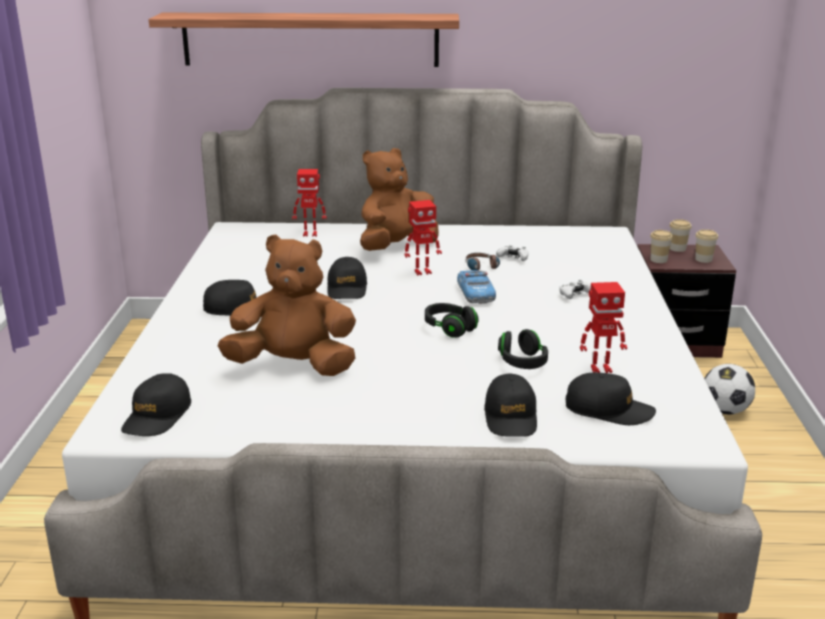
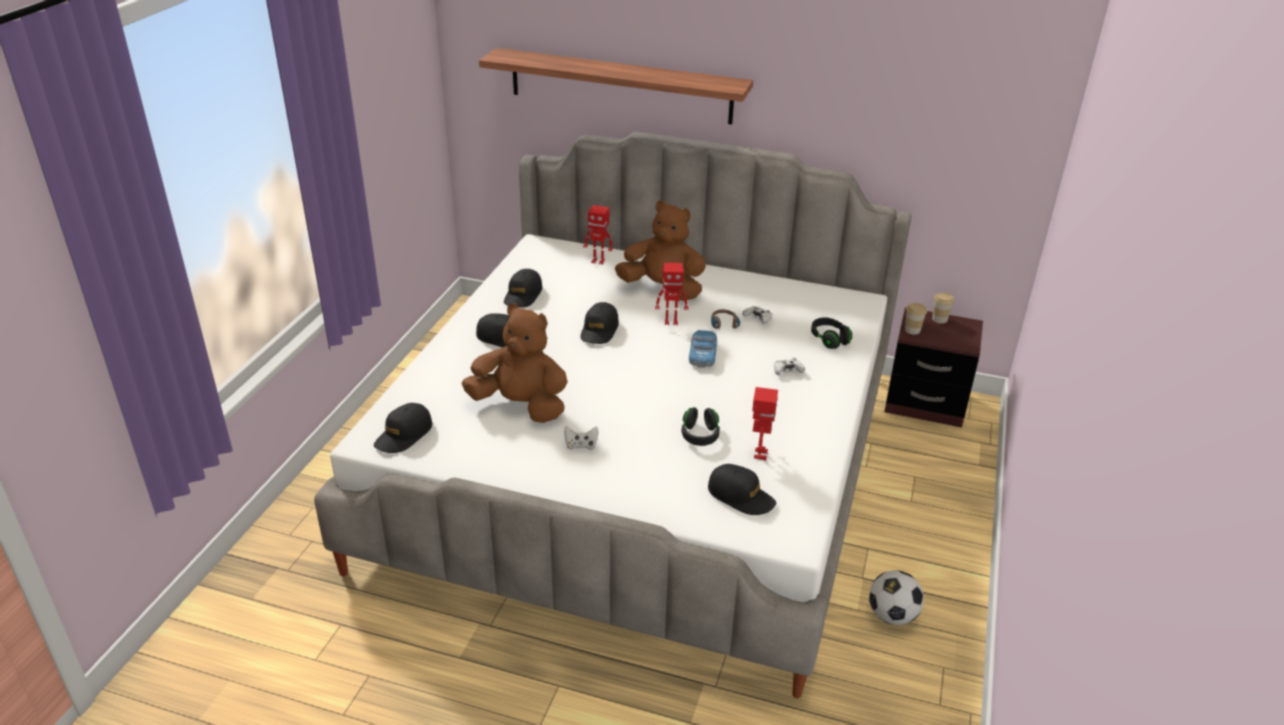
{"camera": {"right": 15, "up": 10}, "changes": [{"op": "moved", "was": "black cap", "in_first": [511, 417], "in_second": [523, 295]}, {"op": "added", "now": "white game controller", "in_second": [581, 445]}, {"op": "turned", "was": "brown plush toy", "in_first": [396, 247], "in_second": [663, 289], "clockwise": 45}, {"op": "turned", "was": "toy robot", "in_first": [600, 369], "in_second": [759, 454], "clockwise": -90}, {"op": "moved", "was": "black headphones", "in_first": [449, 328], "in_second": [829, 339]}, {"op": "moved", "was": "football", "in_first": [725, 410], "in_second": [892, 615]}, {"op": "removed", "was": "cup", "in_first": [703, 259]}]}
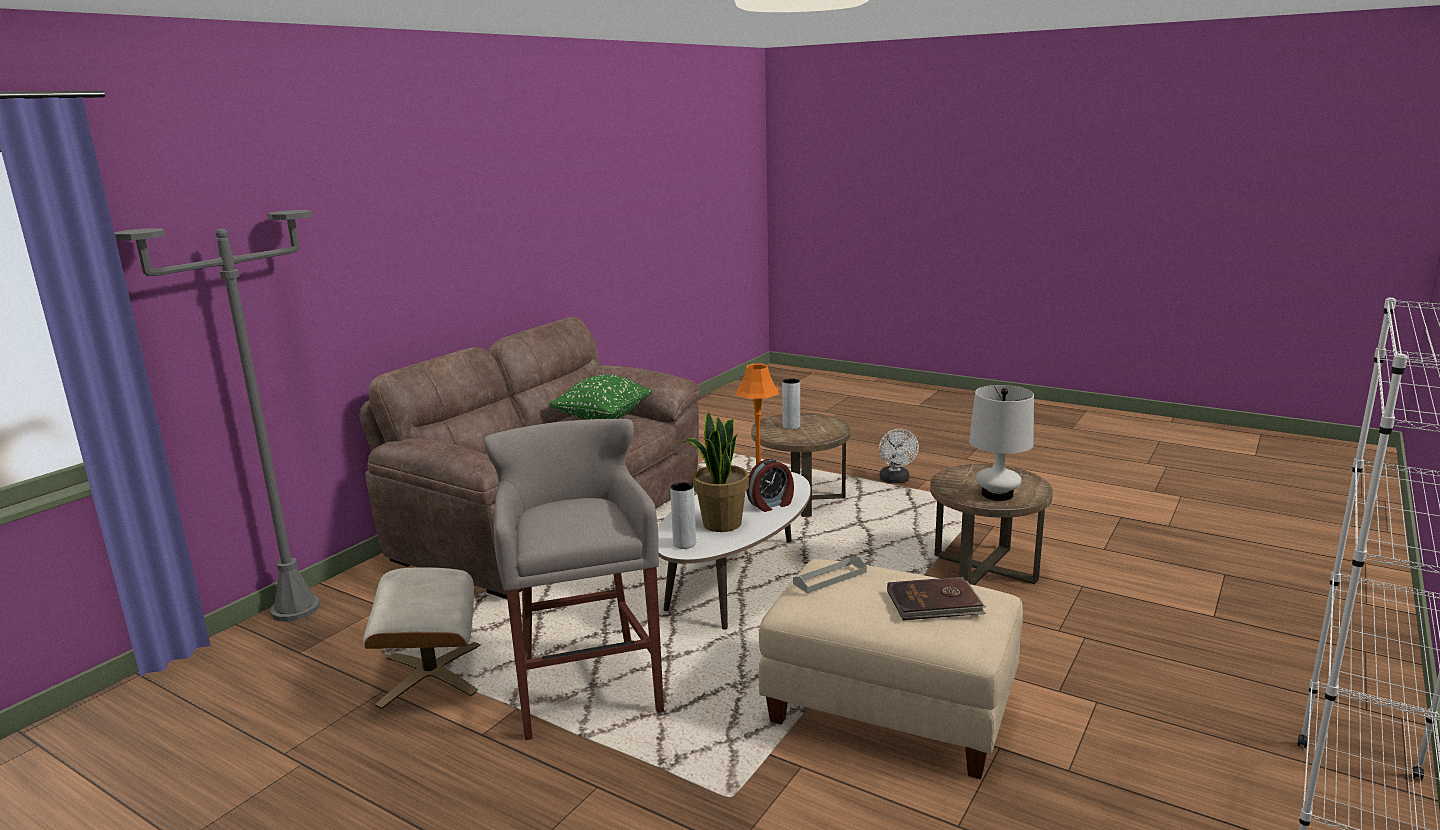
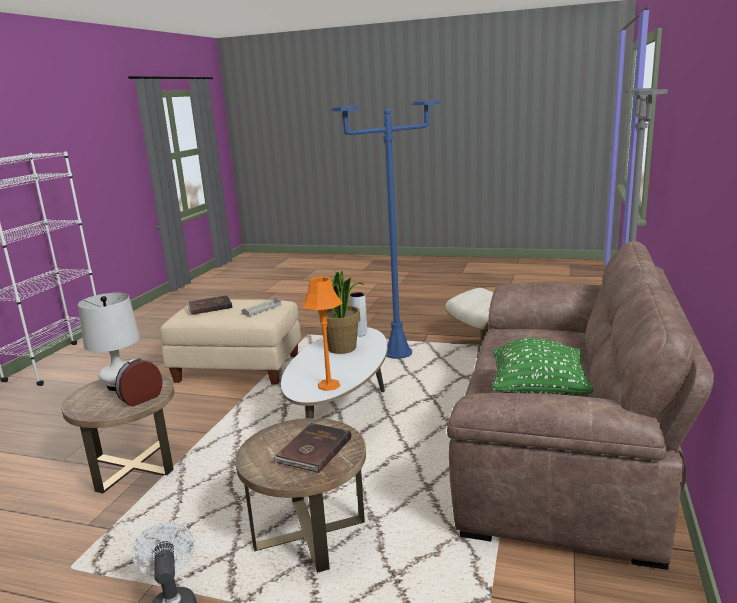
{"camera": {"right": 165, "up": 0}, "changes": [{"op": "moved", "was": "alarm clock", "in_first": [771, 505], "in_second": [141, 398]}, {"op": "replaced", "was": "grey vase", "now": "brown book", "in_first": [791, 426], "in_second": [313, 450]}, {"op": "replaced", "was": "grey stool", "now": "blue floor lamp", "in_first": [586, 686], "in_second": [398, 353]}]}
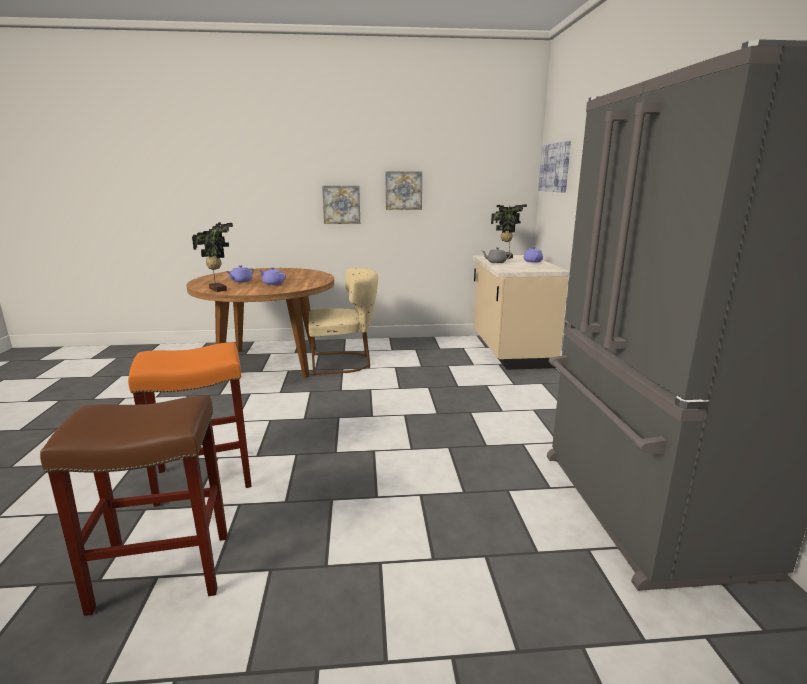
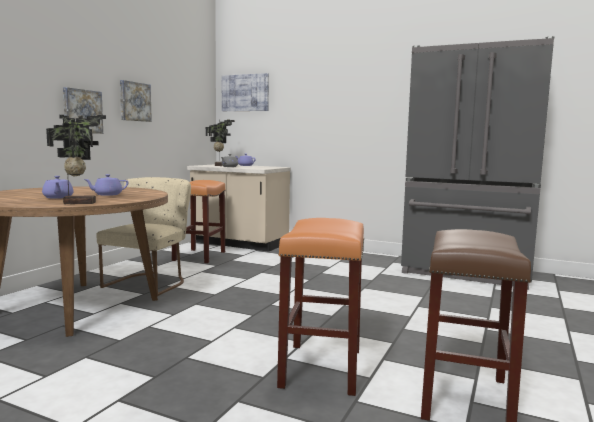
{"camera": {"right": -60, "up": -10}, "changes": [{"op": "added", "now": "orange stool", "in_second": [199, 256]}]}
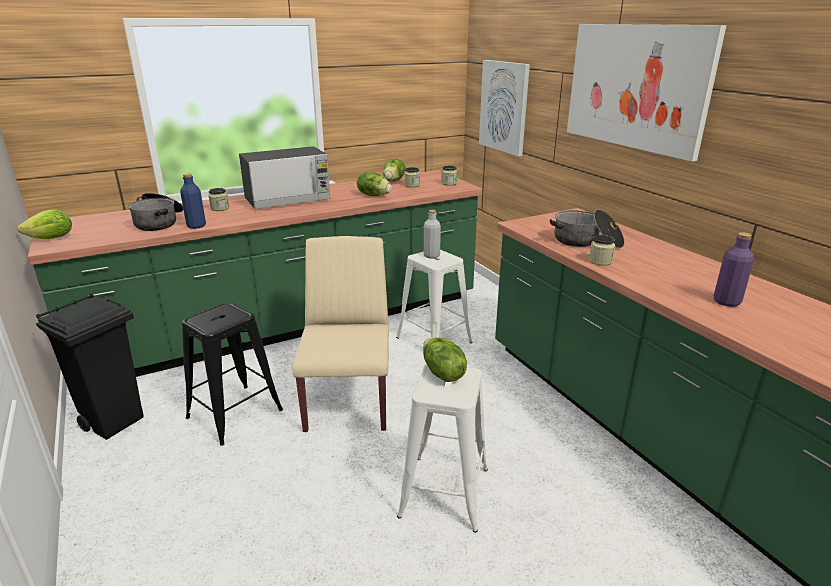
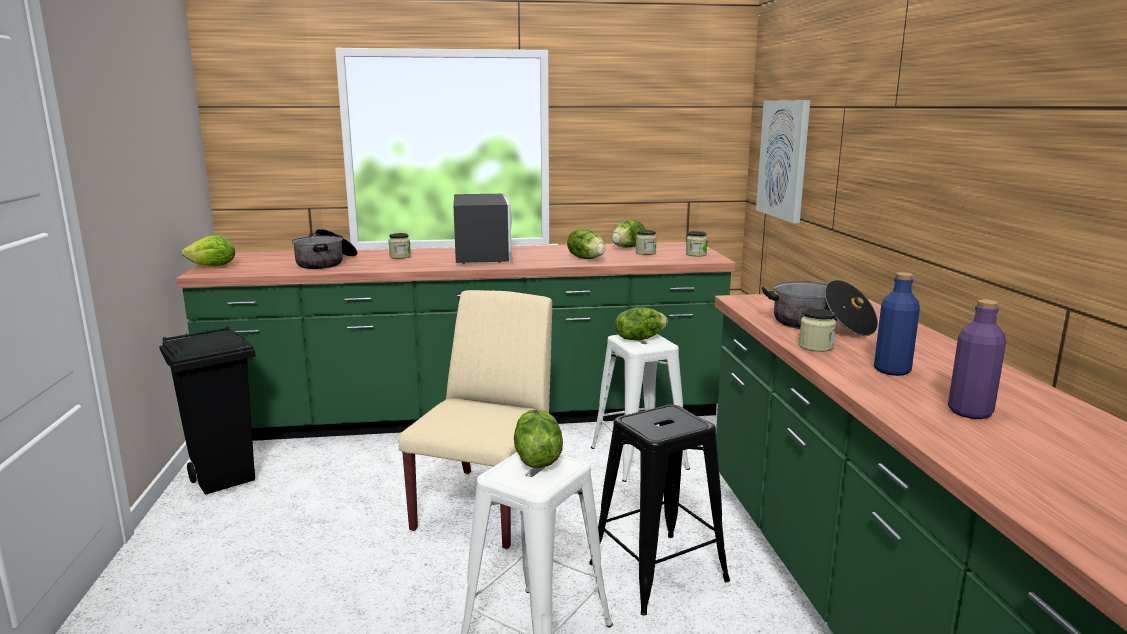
{"camera": {"right": 20, "up": -10}, "changes": [{"op": "turned", "was": "microwave", "in_first": [288, 199], "in_second": [482, 255], "clockwise": -90}, {"op": "moved", "was": "black stool", "in_first": [234, 414], "in_second": [657, 572]}, {"op": "replaced", "was": "grey bottle", "now": "lettuce", "in_first": [431, 255], "in_second": [639, 338]}, {"op": "moved", "was": "blue bottle", "in_first": [196, 226], "in_second": [892, 370]}, {"op": "removed", "was": "picture", "in_first": [636, 87]}]}
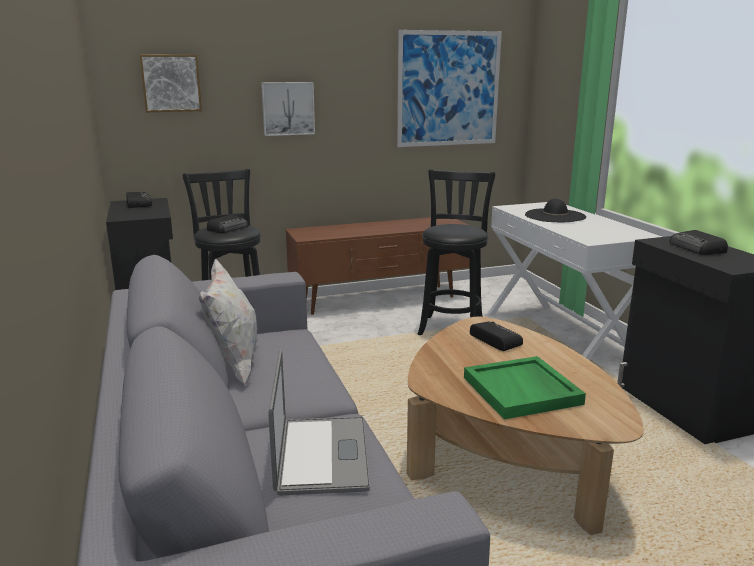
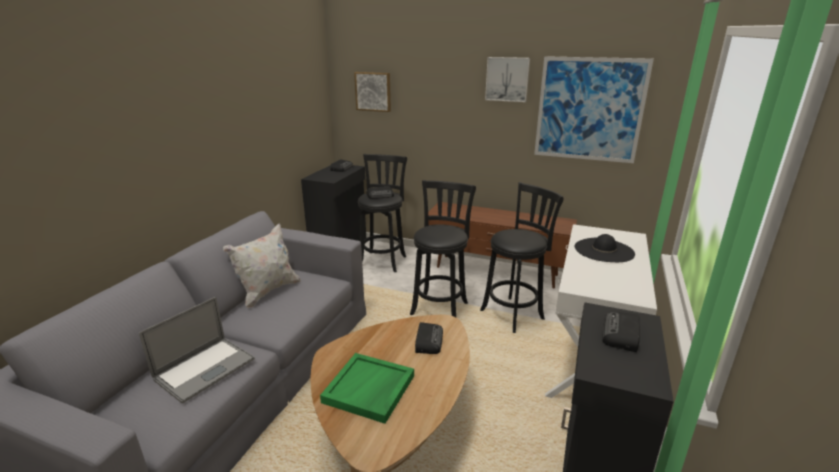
{"camera": {"right": 40, "up": 5}, "changes": [{"op": "added", "now": "black stool", "in_second": [440, 307]}, {"op": "moved", "was": "picture", "in_first": [288, 108], "in_second": [507, 79]}]}
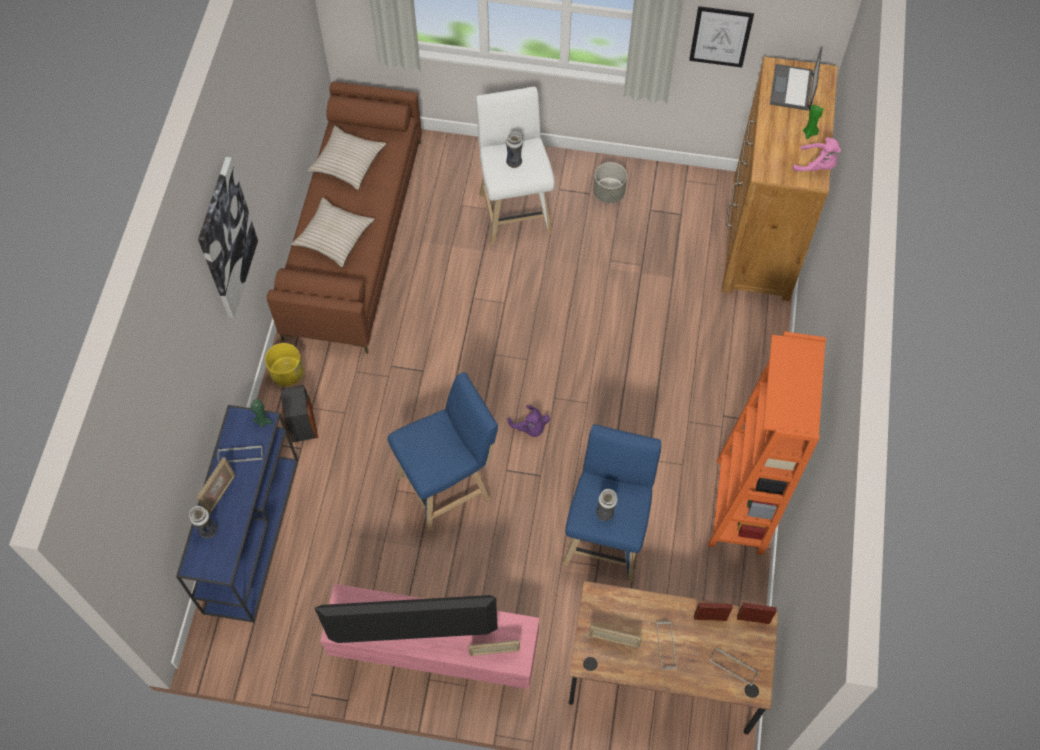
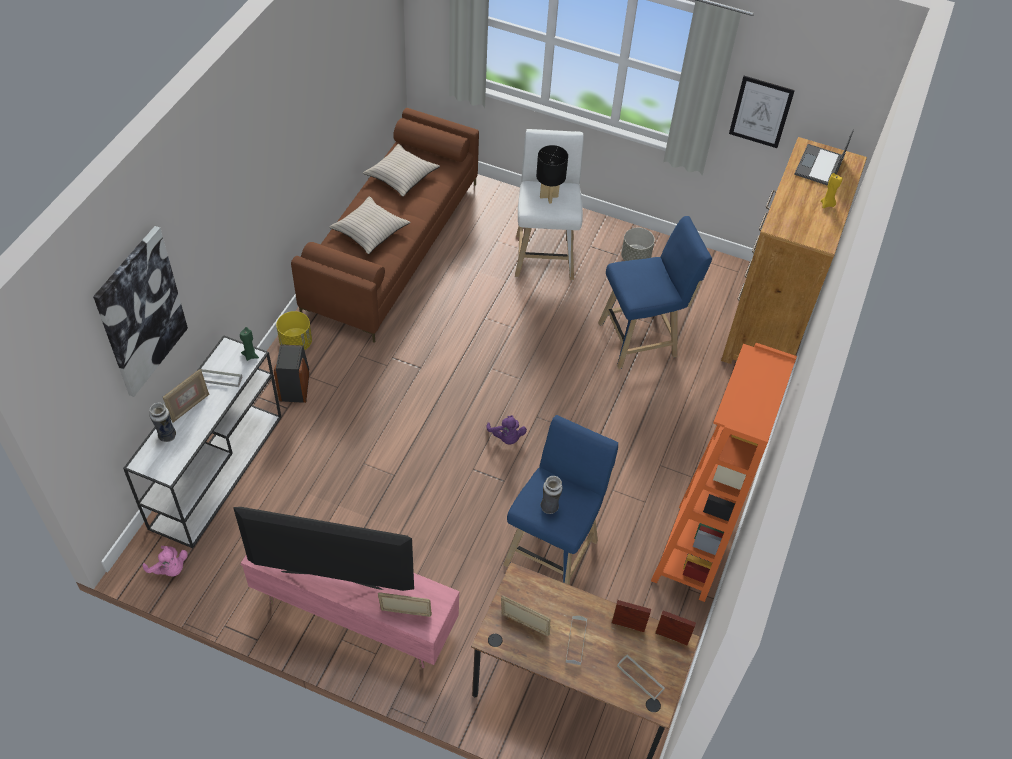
{"camera": {"right": 10, "up": -10}, "changes": [{"op": "moved", "was": "picture", "in_first": [226, 239], "in_second": [141, 312]}, {"op": "recoloured", "was": "blue console table", "now": "white console table", "in_first": [251, 533], "in_second": [217, 469]}, {"op": "moved", "was": "pink plush toy", "in_first": [817, 165], "in_second": [169, 569]}, {"op": "replaced", "was": "vase", "now": "black table lamp", "in_first": [514, 162], "in_second": [549, 197]}, {"op": "moved", "was": "blue stool", "in_first": [448, 485], "in_second": [642, 339]}, {"op": "recoloured", "was": "green candle", "now": "yellow candle", "in_first": [810, 133], "in_second": [827, 204]}]}
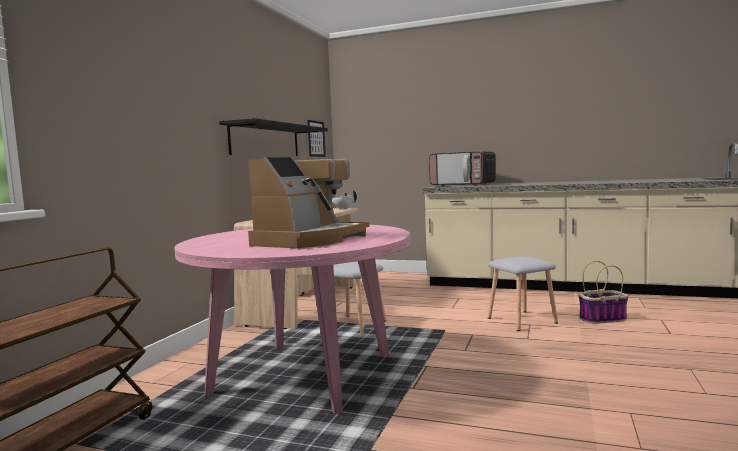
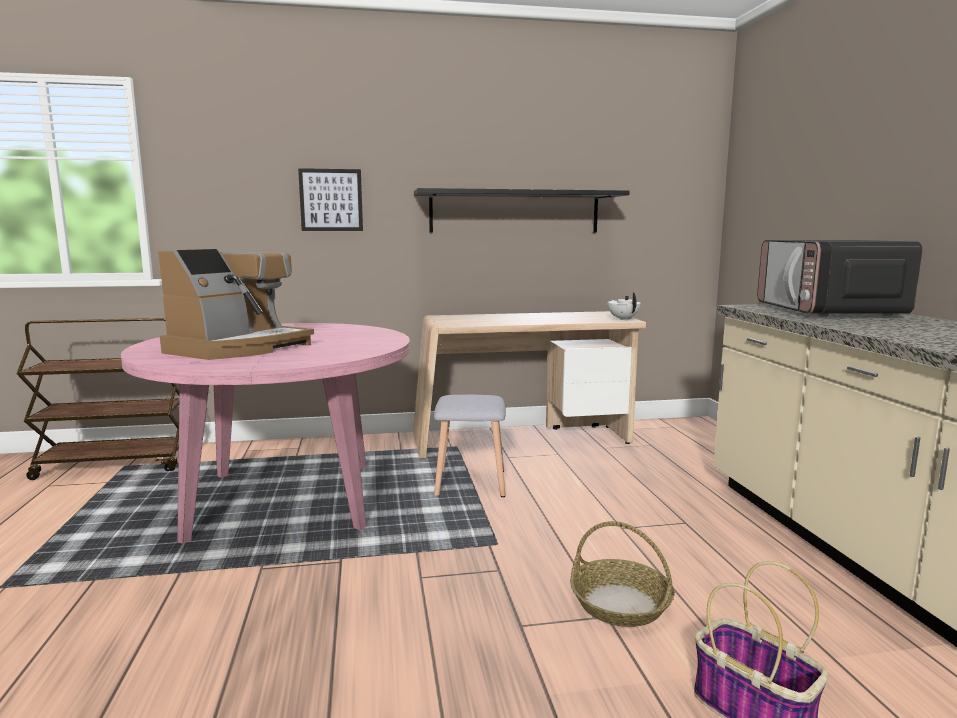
{"camera": {"right": 60, "up": 5}, "changes": [{"op": "turned", "was": "coffee machine", "in_first": [310, 240], "in_second": [239, 348], "clockwise": -60}, {"op": "moved", "was": "picture", "in_first": [316, 138], "in_second": [331, 200]}, {"op": "replaced", "was": "grey stool", "now": "basket", "in_first": [521, 321], "in_second": [619, 604]}]}
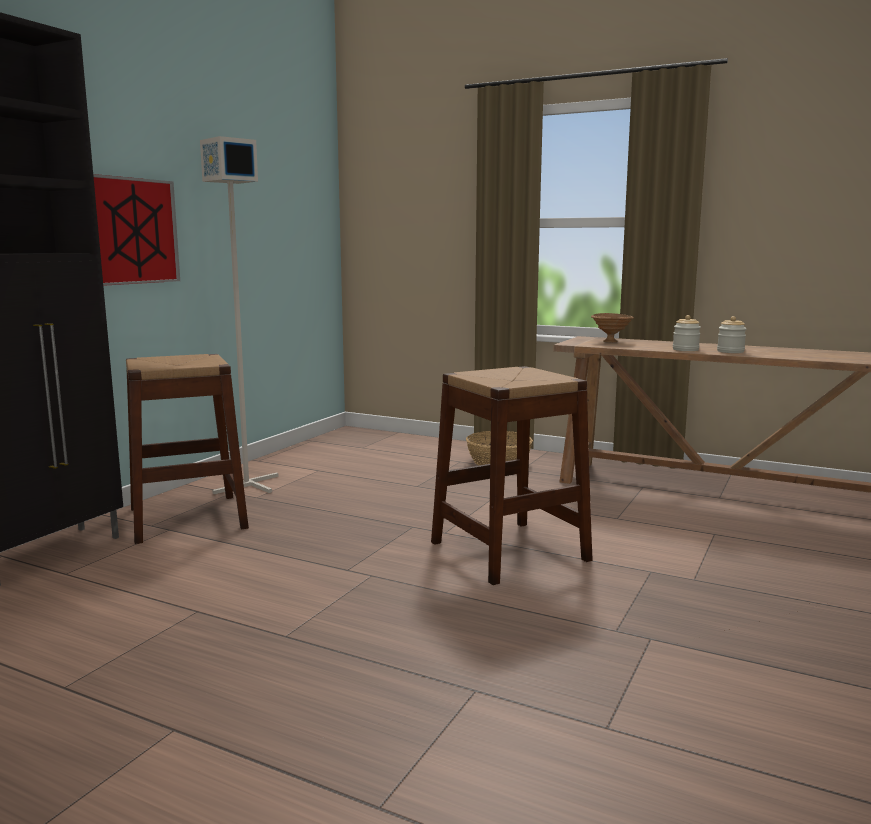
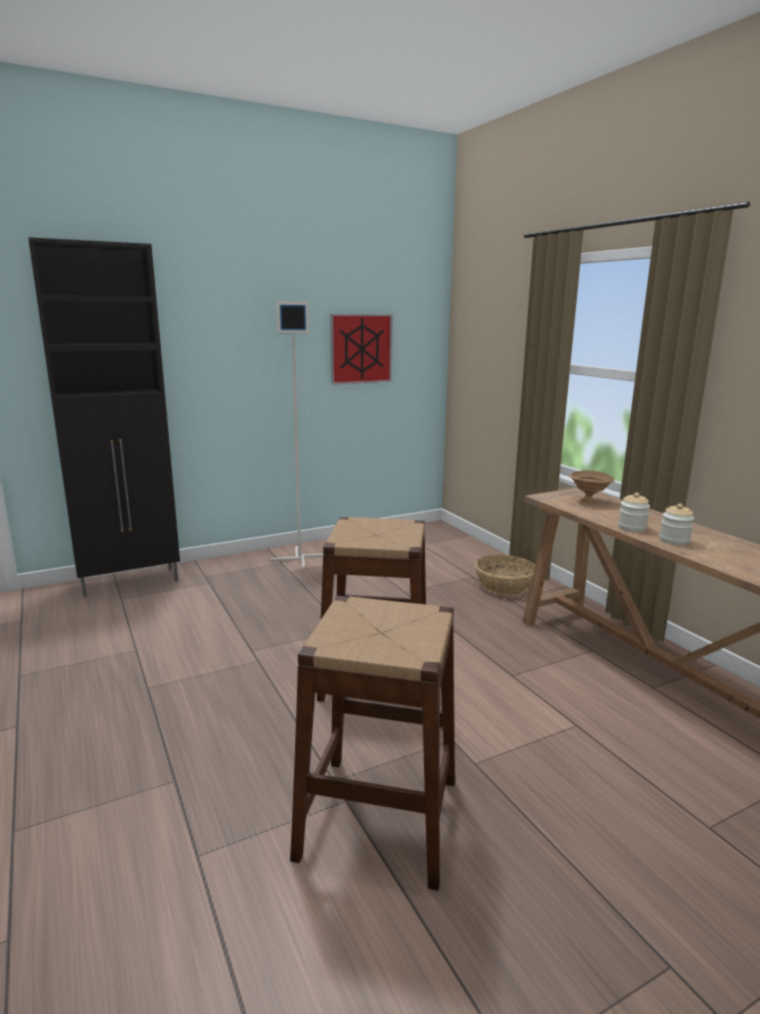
{"camera": {"right": 35, "up": 5}, "changes": [{"op": "moved", "was": "brown stool", "in_first": [188, 518], "in_second": [379, 817]}, {"op": "moved", "was": "picture", "in_first": [134, 231], "in_second": [361, 348]}]}
